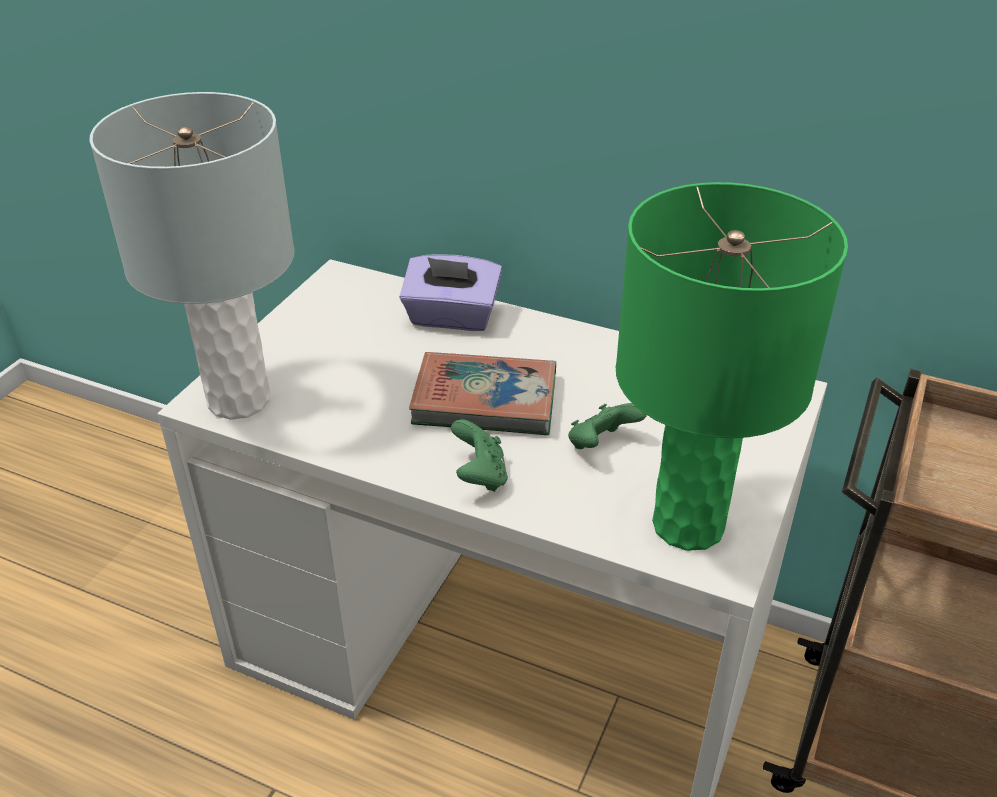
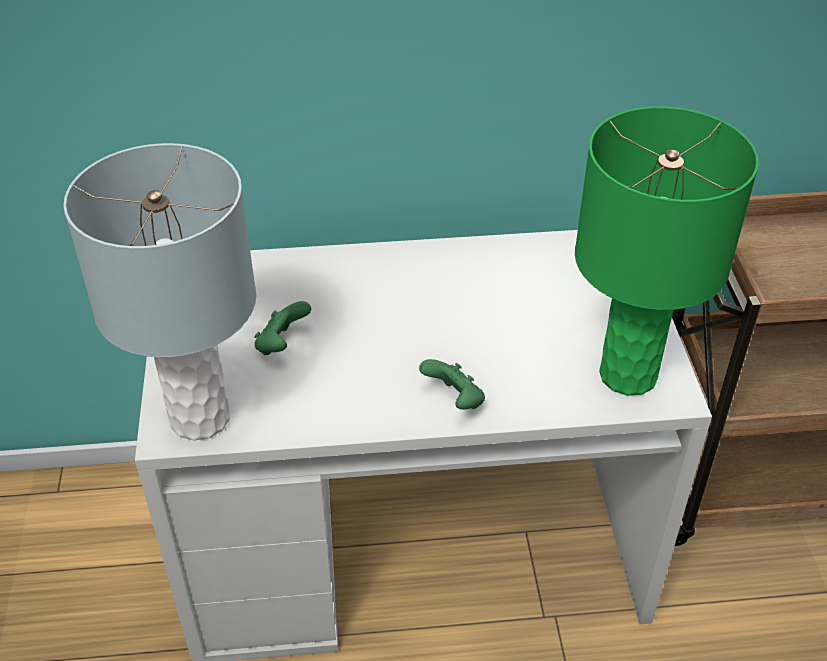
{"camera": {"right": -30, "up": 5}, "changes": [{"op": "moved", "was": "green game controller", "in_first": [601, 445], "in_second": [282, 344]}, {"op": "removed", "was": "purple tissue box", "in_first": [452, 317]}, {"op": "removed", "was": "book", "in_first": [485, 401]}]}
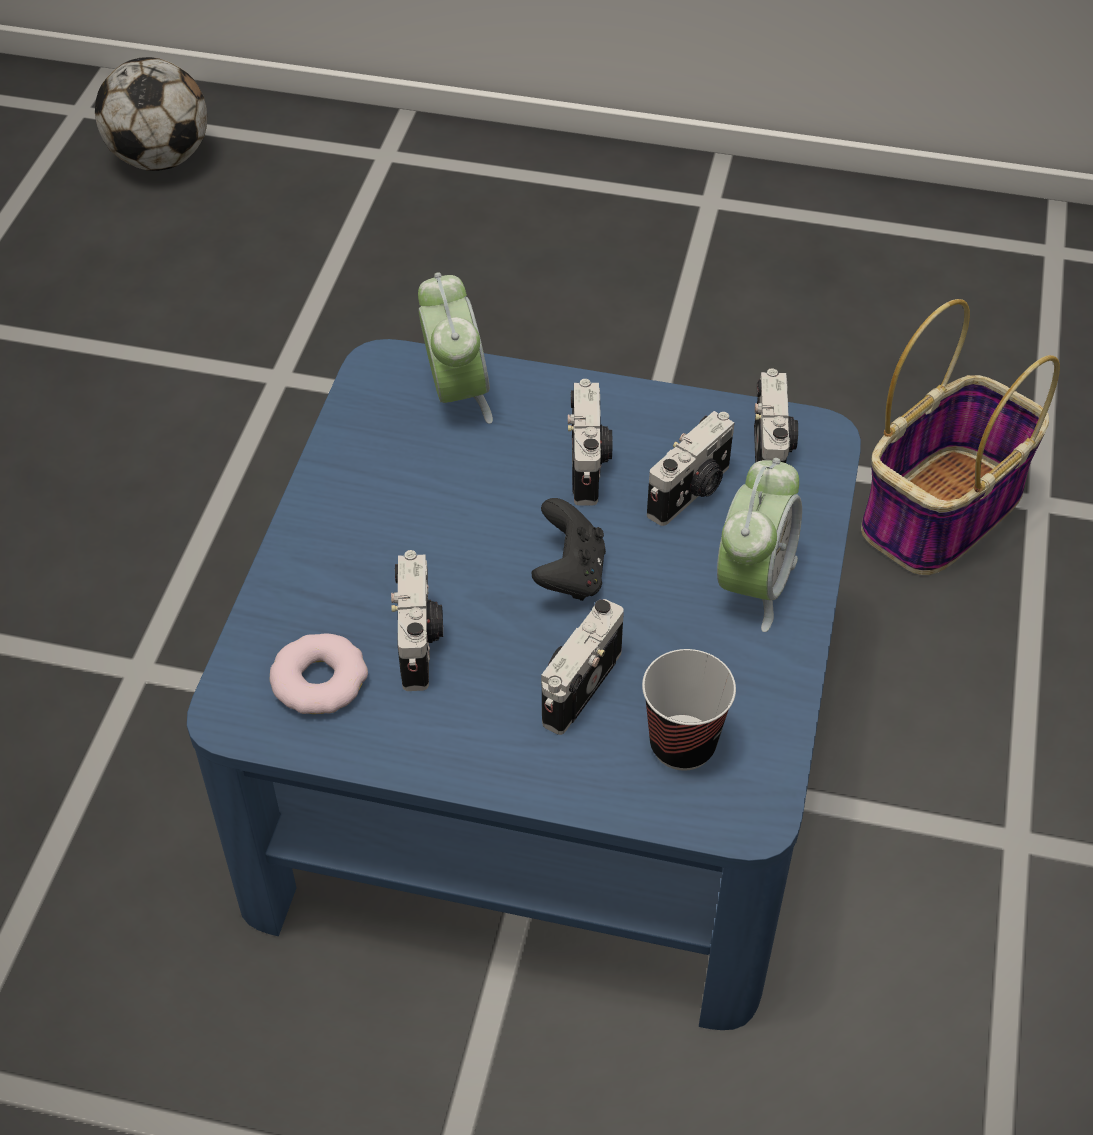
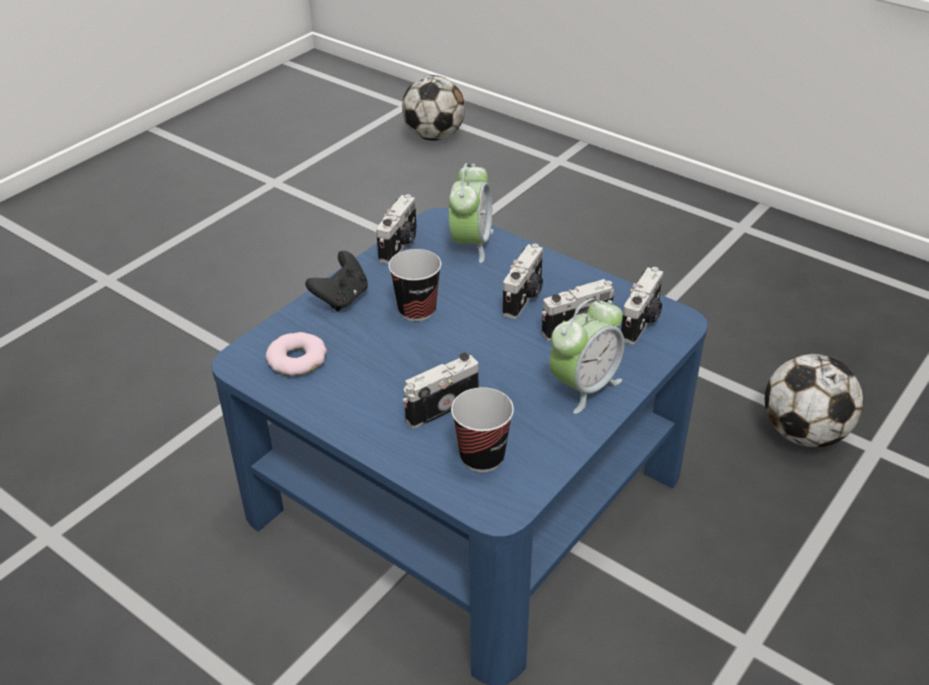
{"camera": {"right": 25, "up": -10}, "changes": [{"op": "moved", "was": "black game controller", "in_first": [569, 575], "in_second": [342, 298]}, {"op": "moved", "was": "photo camera", "in_first": [419, 642], "in_second": [400, 245]}, {"op": "added", "now": "cup", "in_second": [417, 310]}, {"op": "replaced", "was": "basket", "now": "football", "in_first": [942, 509], "in_second": [803, 433]}]}
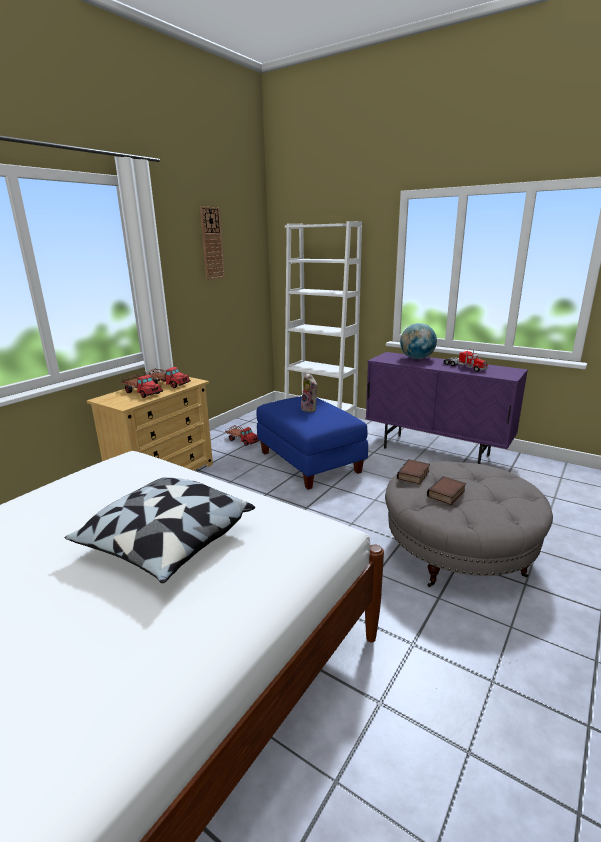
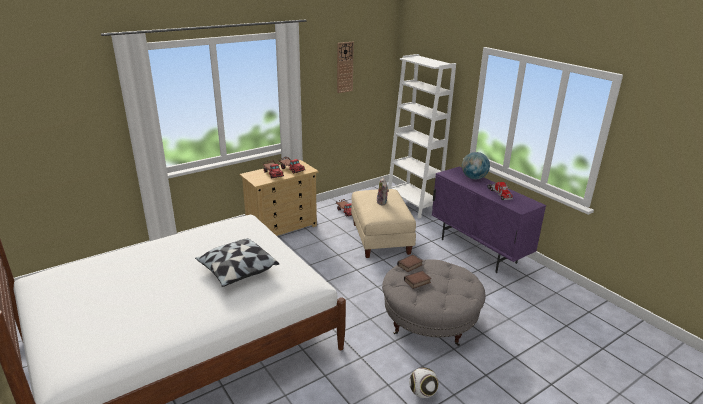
{"camera": {"right": 20, "up": 5}, "changes": [{"op": "recoloured", "was": "blue ottoman", "now": "beige ottoman", "in_first": [308, 462], "in_second": [380, 238]}, {"op": "added", "now": "football", "in_second": [422, 393]}]}
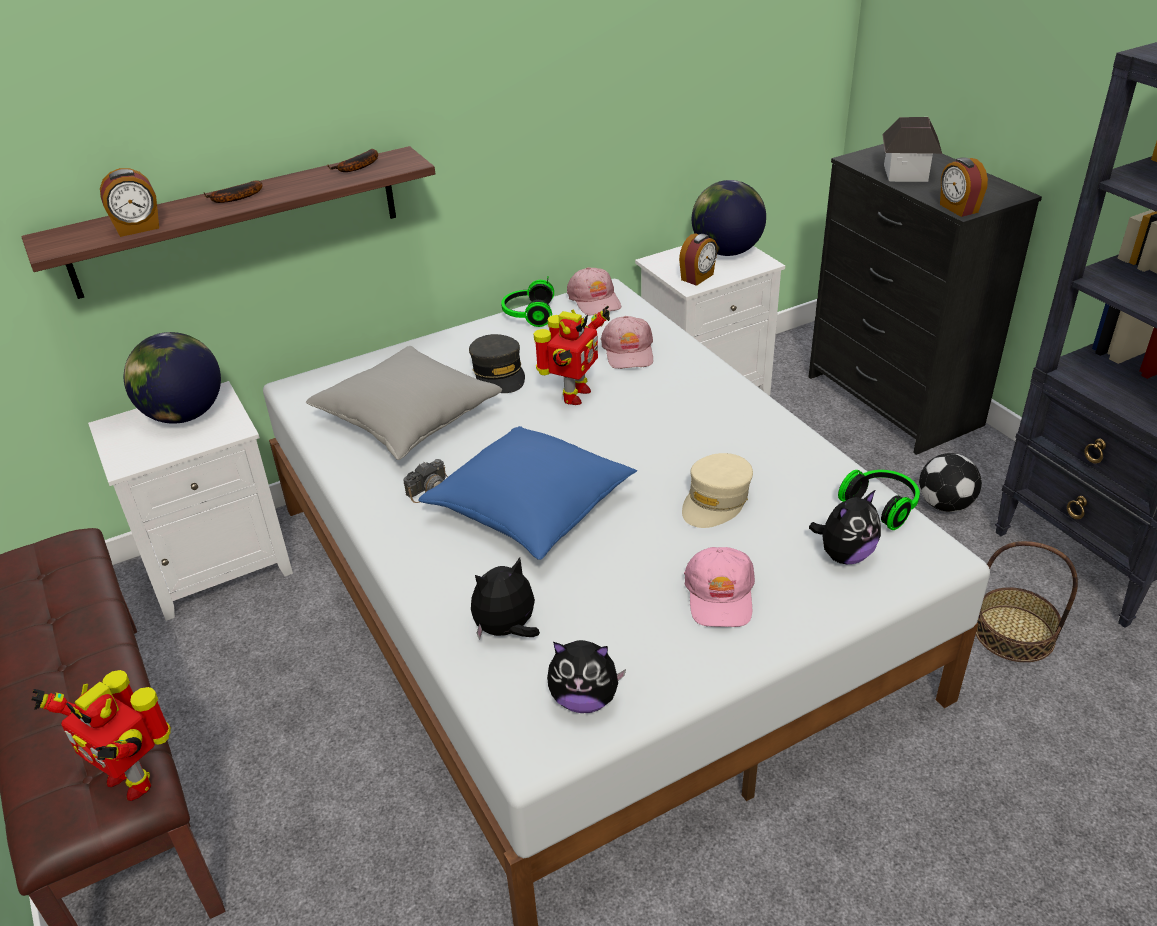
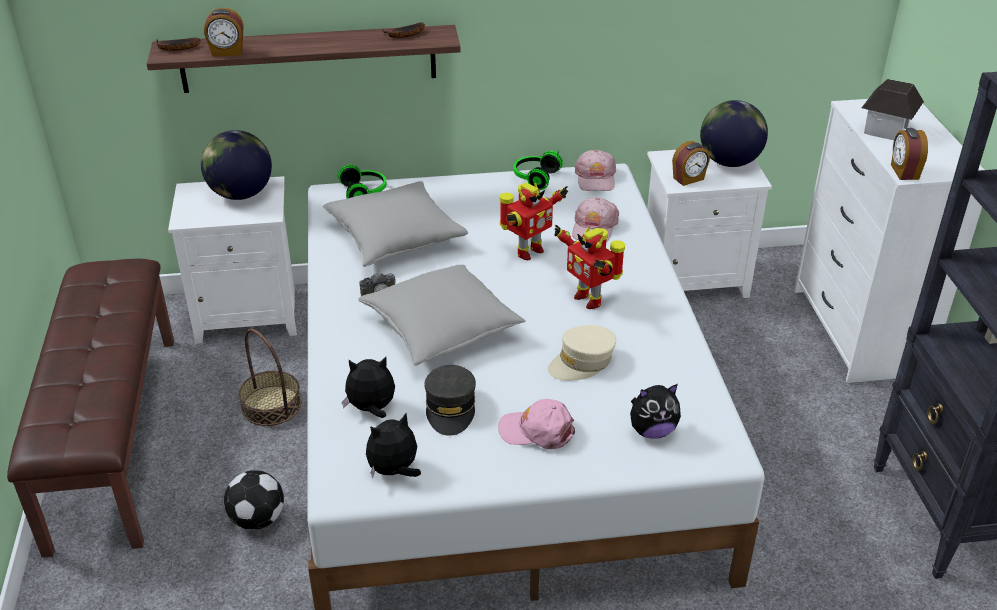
{"camera": {"right": 20, "up": 0}, "changes": [{"op": "moved", "was": "banana", "in_first": [233, 198], "in_second": [175, 48]}, {"op": "moved", "was": "football", "in_first": [946, 505], "in_second": [258, 520]}, {"op": "moved", "was": "basket", "in_first": [1014, 633], "in_second": [271, 405]}, {"op": "moved", "was": "headphones", "in_first": [882, 506], "in_second": [364, 192]}, {"op": "recoloured", "was": "blue pillow", "now": "grey pillow", "in_first": [530, 508], "in_second": [441, 329]}, {"op": "turned", "was": "plush toy", "in_first": [584, 699], "in_second": [394, 471], "clockwise": 120}, {"op": "moved", "was": "grey cap", "in_first": [499, 373], "in_second": [450, 408]}, {"op": "turned", "was": "pink cap", "in_first": [720, 595], "in_second": [537, 431], "clockwise": 75}, {"op": "moved", "was": "toy robot", "in_first": [132, 778], "in_second": [589, 298]}, {"op": "recoloured", "was": "black dresser", "now": "white dresser", "in_first": [892, 401], "in_second": [857, 331]}]}
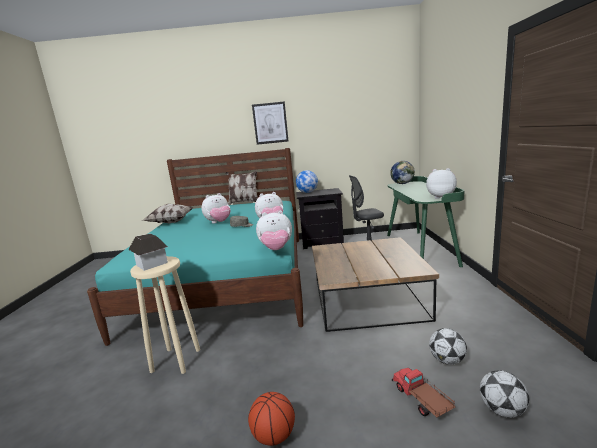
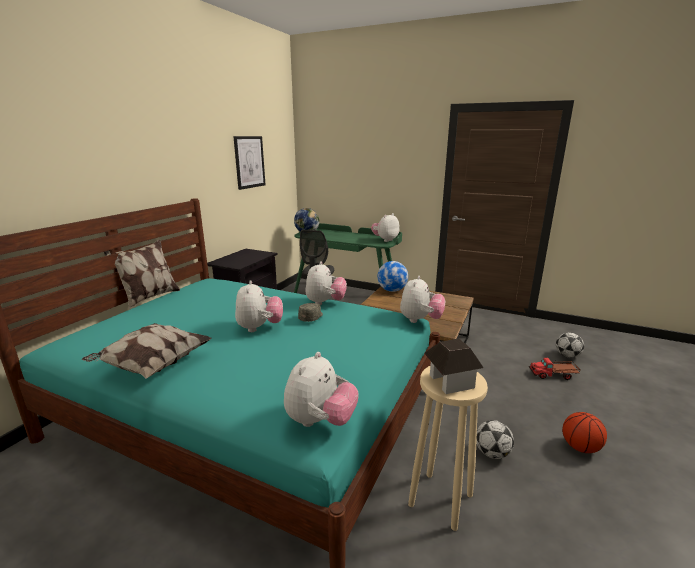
{"camera": {"right": -65, "up": 5}, "changes": [{"op": "moved", "was": "picture", "in_first": [270, 123], "in_second": [249, 162]}, {"op": "added", "now": "plush toy", "in_second": [320, 421]}, {"op": "moved", "was": "globe", "in_first": [307, 192], "in_second": [392, 290]}, {"op": "moved", "was": "football", "in_first": [447, 360], "in_second": [492, 453]}]}
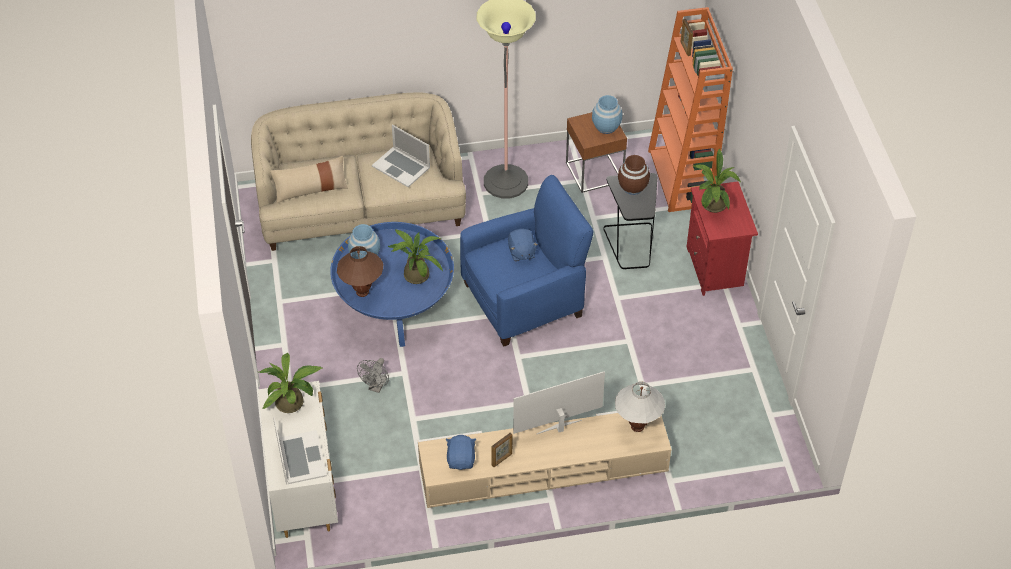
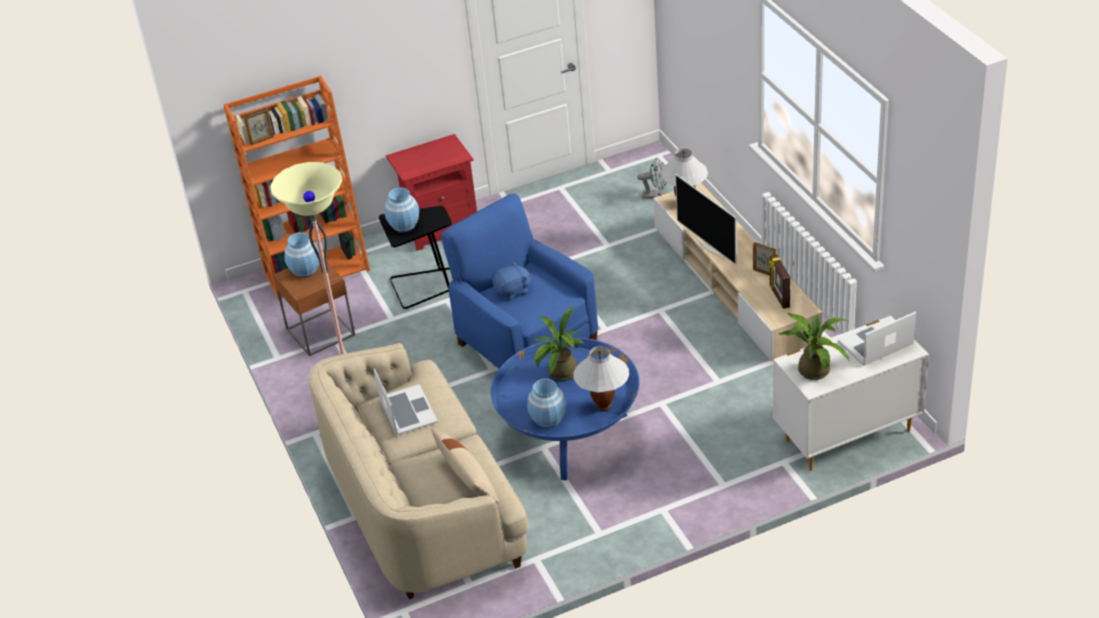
{"camera": {"right": -100, "up": -10}, "changes": [{"op": "turned", "was": "laptop", "in_first": [401, 167], "in_second": [407, 410], "clockwise": -45}, {"op": "recoloured", "was": "brown vase", "now": "blue vase", "in_first": [633, 187], "in_second": [404, 225]}, {"op": "recoloured", "was": "brown table lamp", "now": "white table lamp", "in_first": [362, 292], "in_second": [603, 406]}, {"op": "moved", "was": "grey fan", "in_first": [376, 387], "in_second": [655, 195]}, {"op": "replaced", "was": "blue plush toy", "now": "picture frame", "in_first": [461, 460], "in_second": [779, 297]}, {"op": "removed", "was": "potted plant", "in_first": [712, 207]}]}
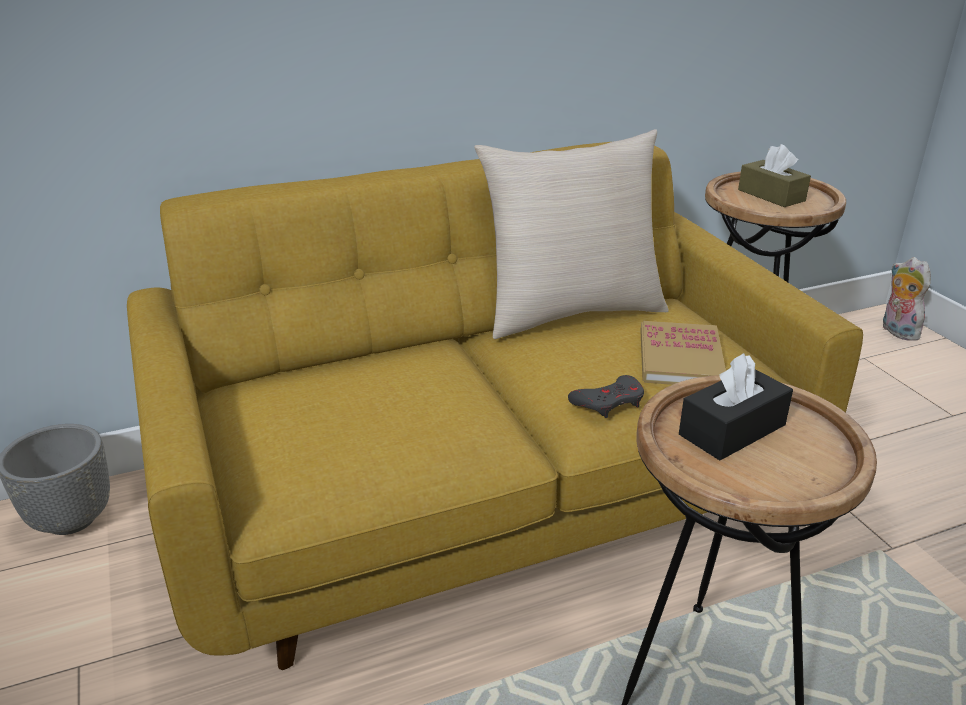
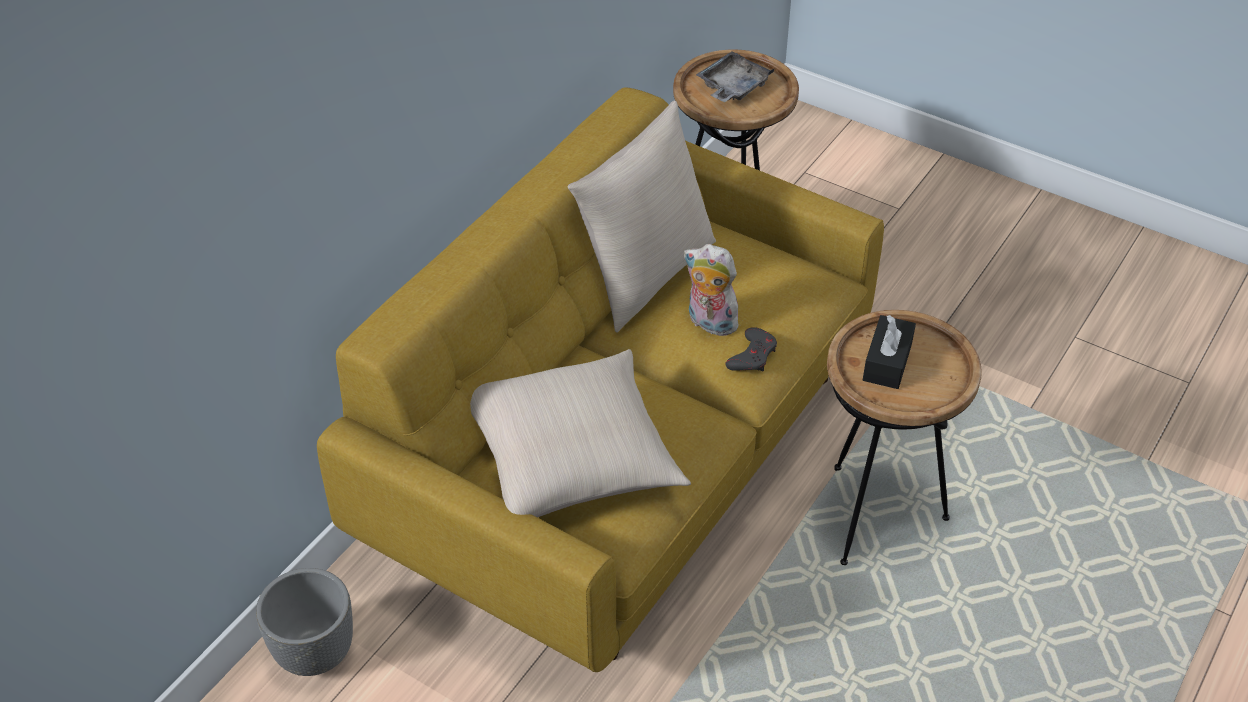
{"camera": {"right": -35, "up": 15}, "changes": [{"op": "added", "now": "beige pillow", "in_second": [572, 459]}, {"op": "moved", "was": "plush toy", "in_first": [896, 331], "in_second": [709, 323]}, {"op": "replaced", "was": "brown tissue box", "now": "grey tray", "in_first": [771, 195], "in_second": [732, 87]}, {"op": "removed", "was": "book", "in_first": [680, 358]}]}
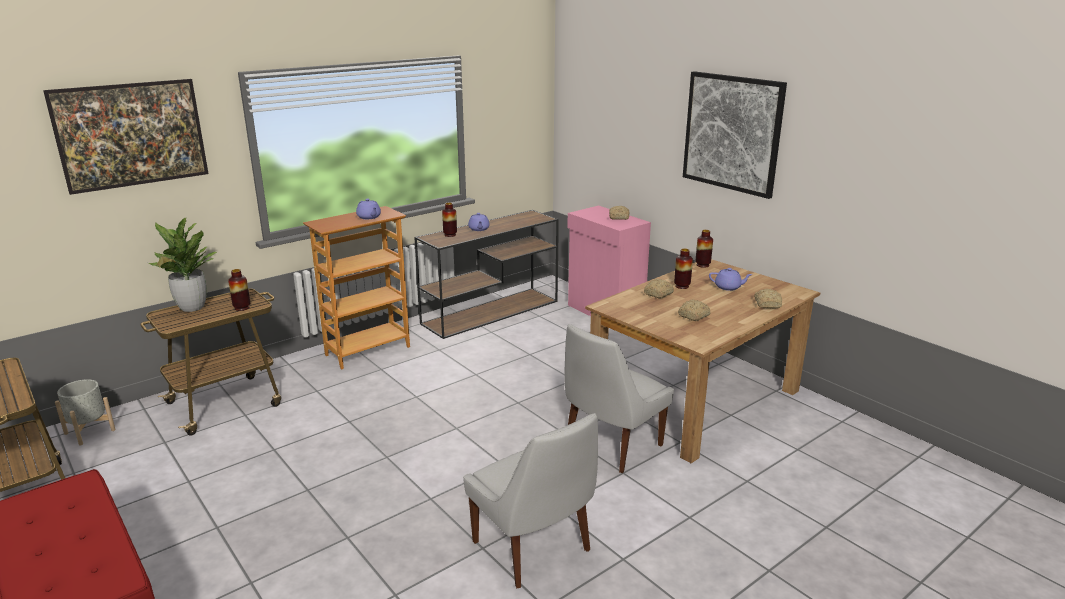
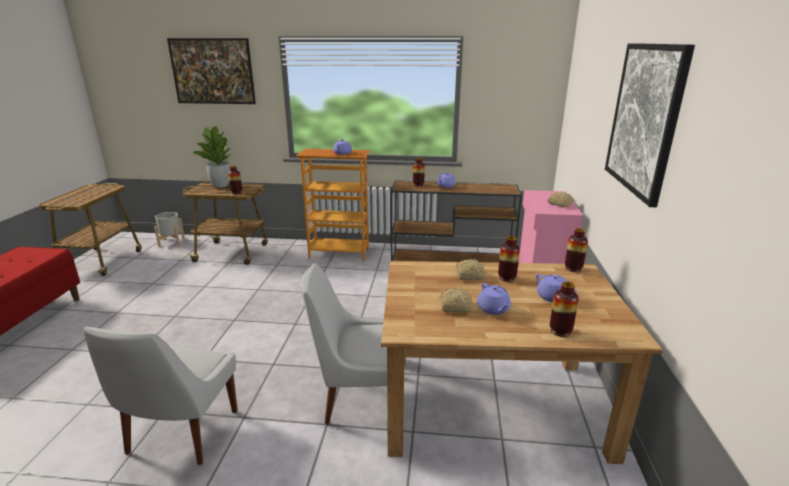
{"camera": {"right": 45, "up": 0}, "changes": [{"op": "added", "now": "purple teapot", "in_second": [493, 309]}, {"op": "replaced", "was": "bread", "now": "vase", "in_first": [767, 304], "in_second": [560, 331]}]}
